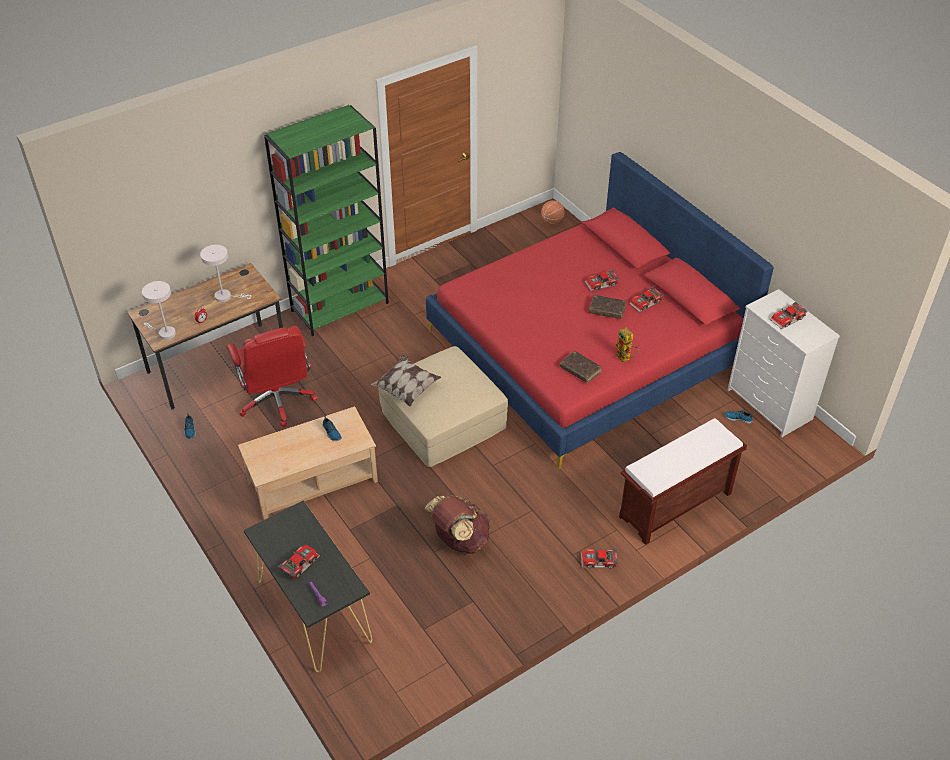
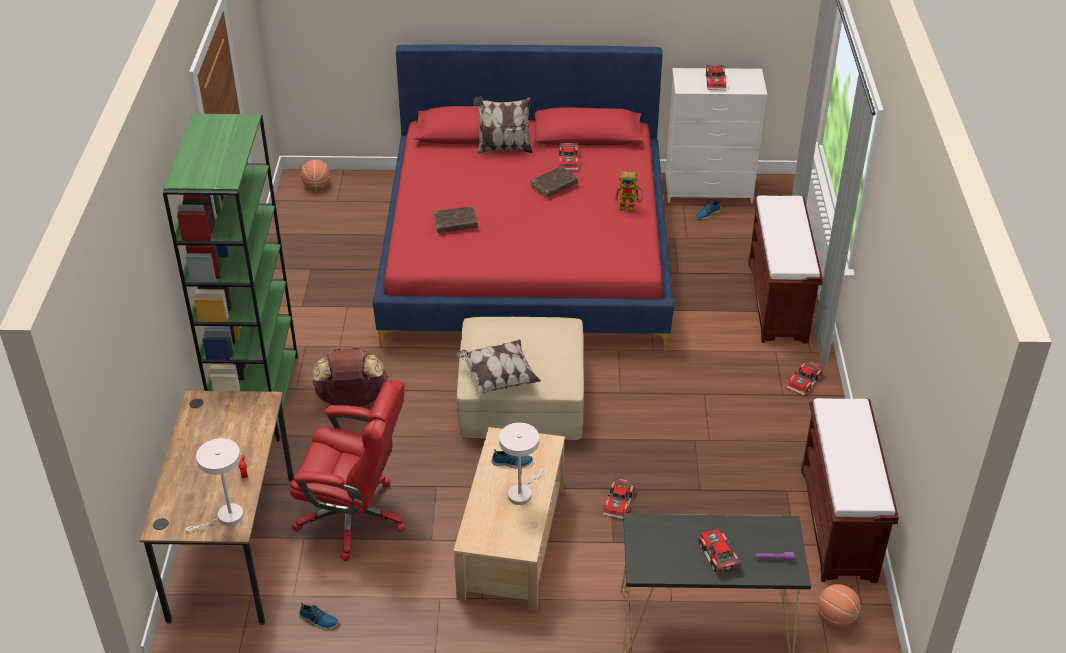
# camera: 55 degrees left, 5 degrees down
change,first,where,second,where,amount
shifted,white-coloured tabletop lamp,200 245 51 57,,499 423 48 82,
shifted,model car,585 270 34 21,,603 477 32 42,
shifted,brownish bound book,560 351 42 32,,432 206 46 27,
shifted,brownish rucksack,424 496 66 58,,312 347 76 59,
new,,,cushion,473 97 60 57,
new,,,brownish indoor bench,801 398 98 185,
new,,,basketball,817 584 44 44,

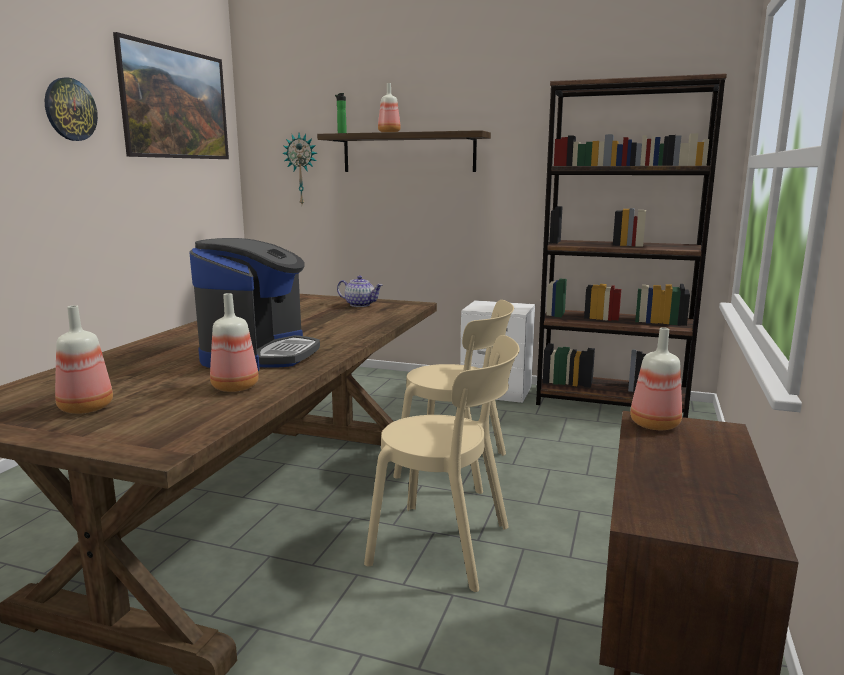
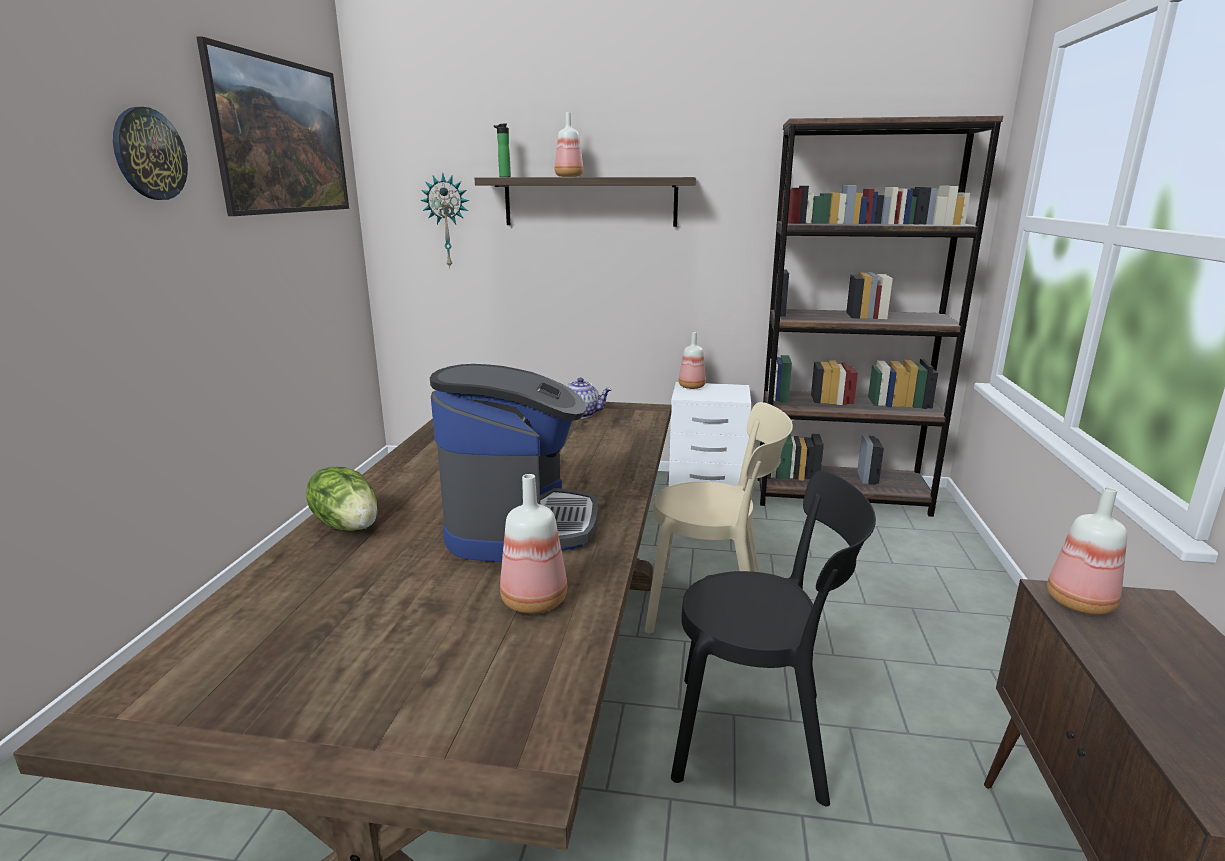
# camera: 10 degrees left, 5 degrees up
change,first,where,second,where,amount
shifted,bottle,55 305 58 109,,679 332 27 57,
repainted,beige-coloured chair,364 335 155 257,black chair,671 471 205 335,
new,,,head of lettuce,306 467 71 64,

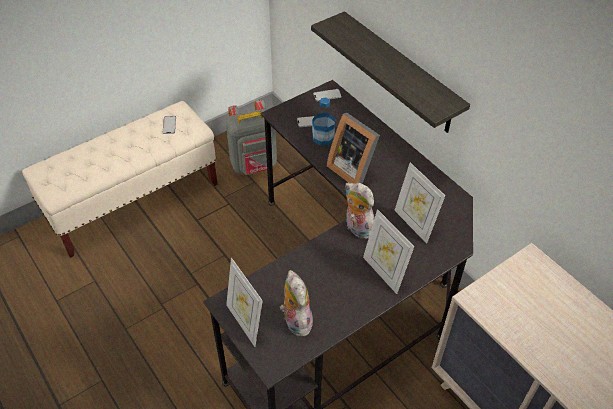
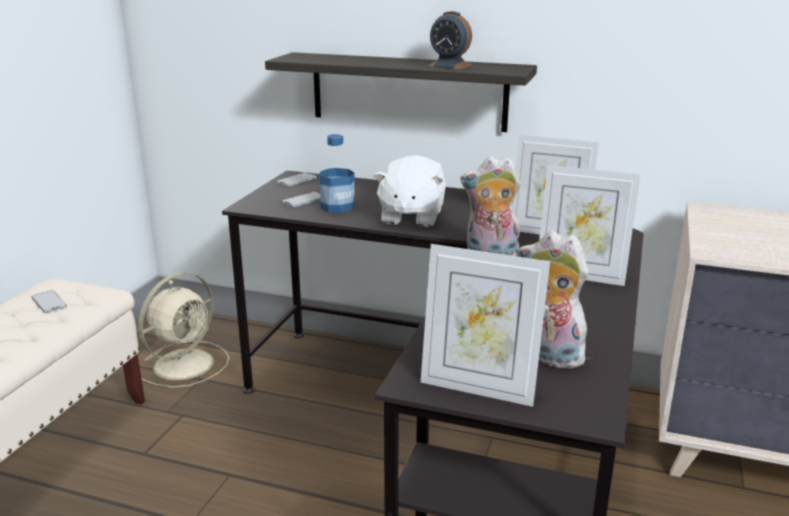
# camera: 35 degrees left, 25 degrees down
change,first,where,second,where,amount
swapped,grey rucksack,226 100 51 75,beige-coloured cooling fan,138 272 91 116,
swapped,standing frame,327 113 53 71,white-coloured plush toy,373 155 73 72,
new,,,alarm clock,427 11 46 59,

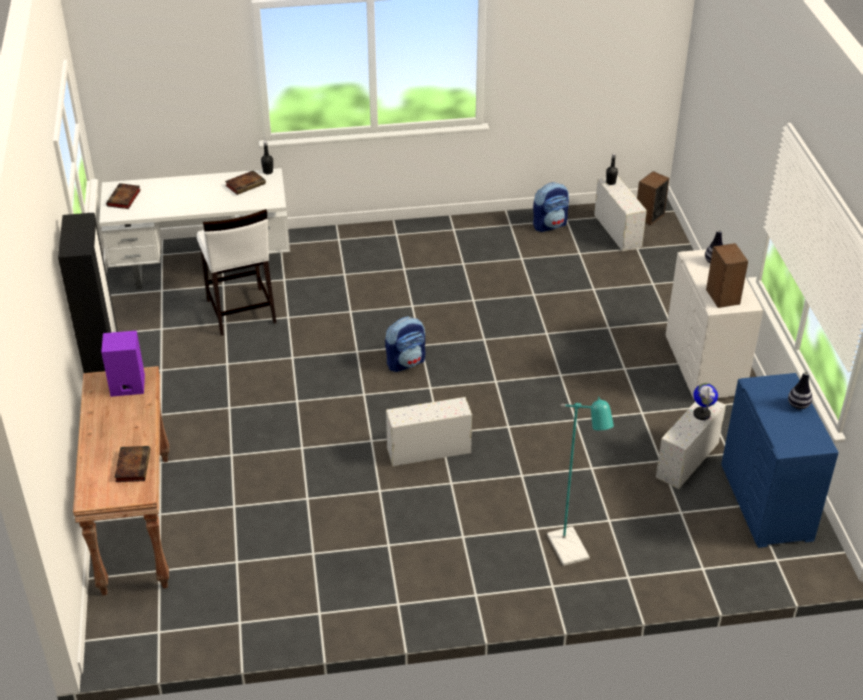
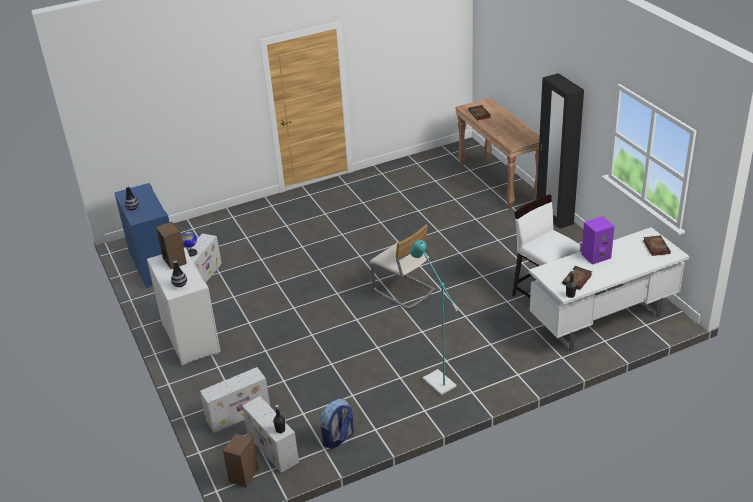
# camera: 165 degrees right, 5 degrees down
change,first,where,second,where,amount
swapped,rucksack,385 317 41 55,beige-coloured chair,370 224 65 86,
shifted,purple speaker,101 331 44 66,,581 216 34 49,
shifted,white-coloured storage container,386 397 86 69,,200 367 70 66,
shifted,turquoise-coloured standard lamp,547 397 67 169,,410 240 48 155,

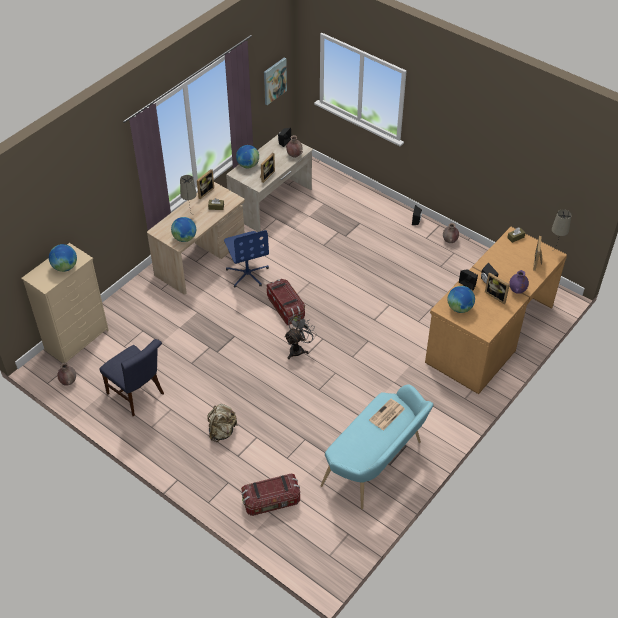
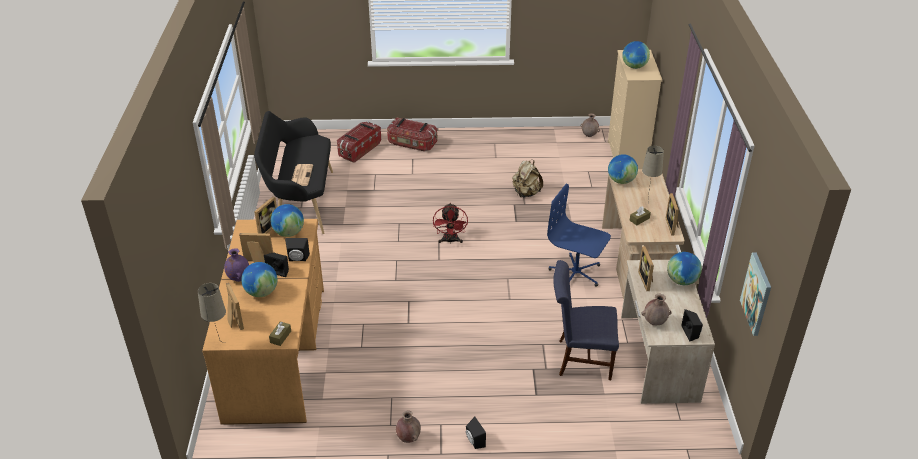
# camera: 140 degrees right, 10 degrees down
change,first,where,second,where,amount
shifted,storage container,267 279 38 46,,387 118 50 34,
repainted,grey cooling fan,284 314 33 45,red cooling fan,433 203 35 41,
shifted,blue chair,100 339 64 77,,553 260 66 120,
repainted,turquoise-coloured indoor bench,320 384 113 125,black indoor bench,254 111 79 123,
shifted,beige-coloured rucksack,207 404 30 38,,512 160 31 38,
new,,,standing frame,254 196 23 38,
new,,,desk globe,241 262 37 35,

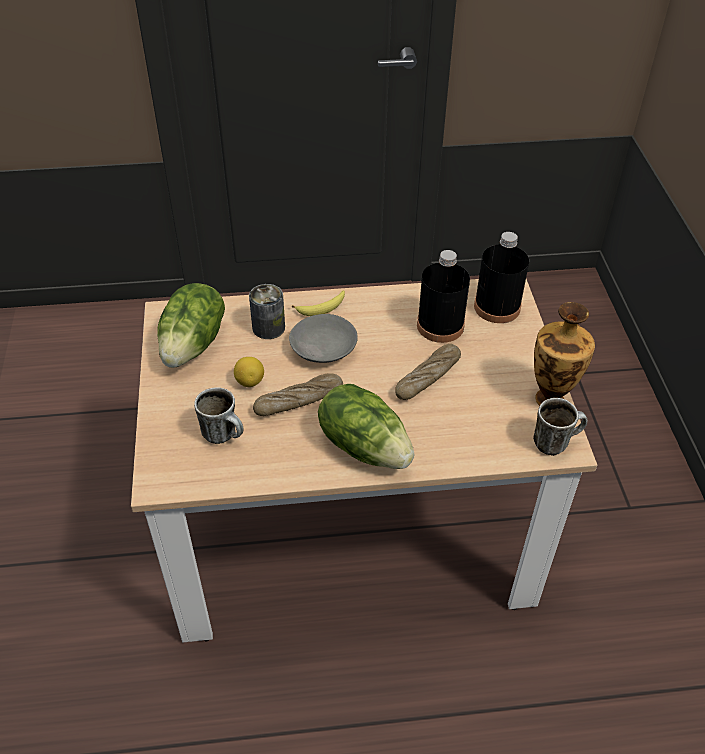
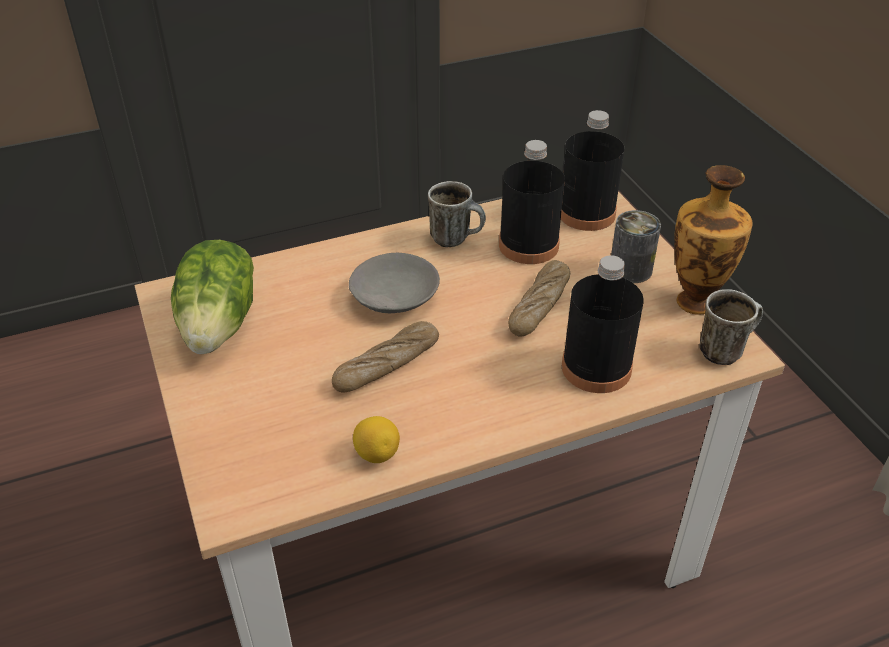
# camera: 15 degrees left, 5 degrees down
change,first,where,second,where,amount
shifted,sealed can,249 284 36 55,,611 210 50 73,
gone,whole banana,292 290 53 26,,,
shifted,lemon,234 357 30 30,,353 416 47 47,
gone,head of lettuce,318 384 96 85,,,
shifted,coffee mug,194 387 49 57,,428 181 58 66,
new,,,black bottle,562 255 82 138,

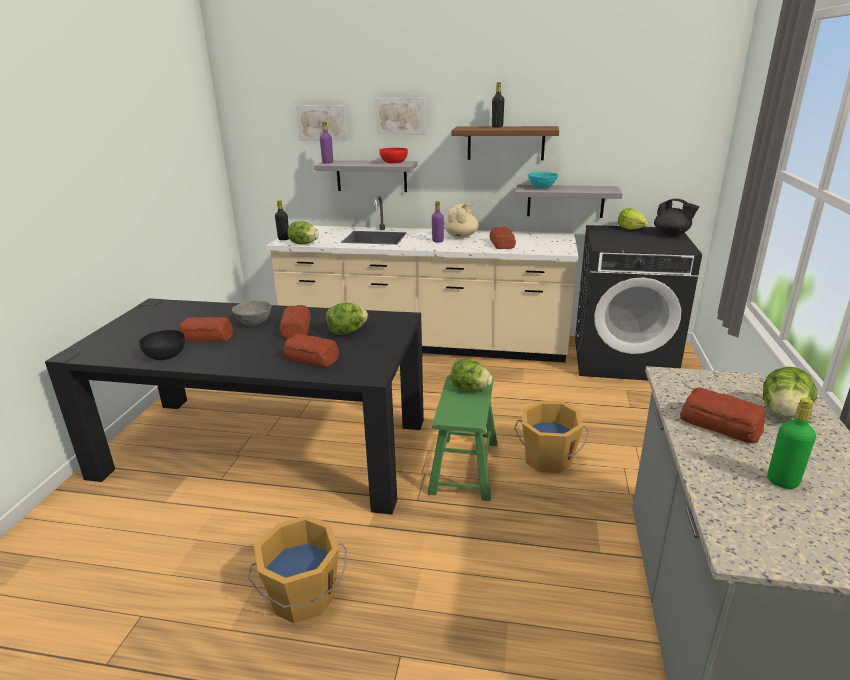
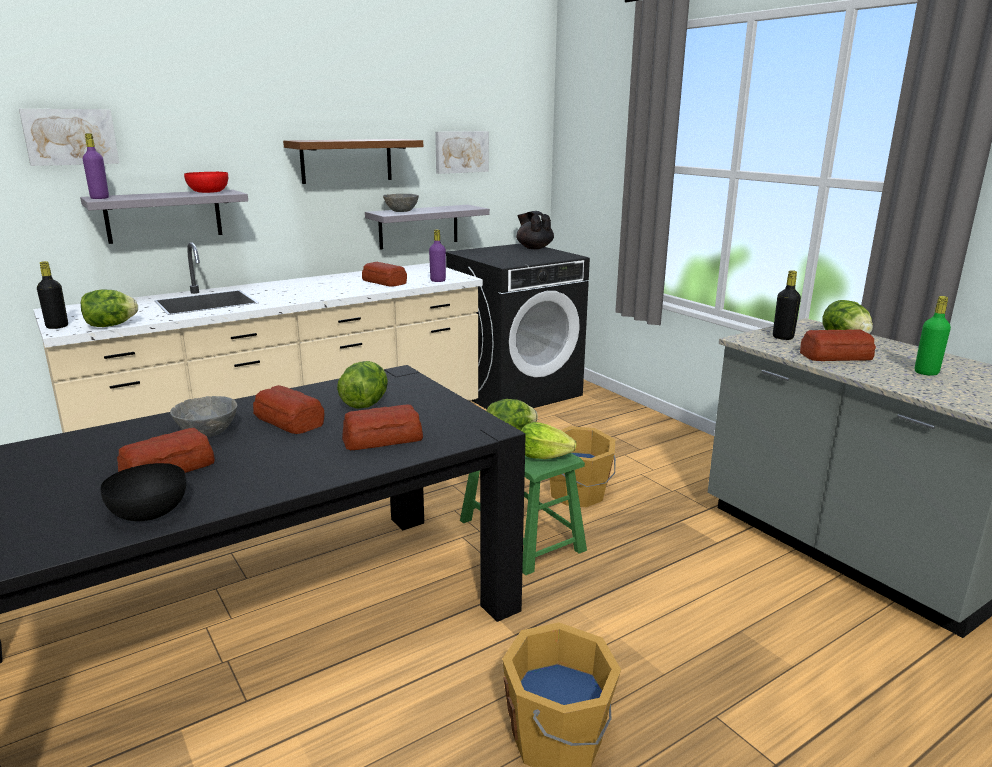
# camera: 45 degrees left, 5 degrees down
change,first,where,second,where,amount
shifted,black bottle,492 82 12 46,,773 270 28 70,
shifted,wall picture,375 98 52 36,,435 131 54 43,
repainted,turquoise-coloured bowl,528 172 30 17,grey bowl,383 194 36 18,
rotated,black pot for tea,654 199 45 37,,516 211 38 38,120 degrees counterclockwise
shifted,purple bottle,432 201 12 42,,429 229 17 53,
gone,beige-coloured pot for tea,445 204 34 34,,,
shifted,head of lettuce,618 208 30 22,,521 422 56 37,

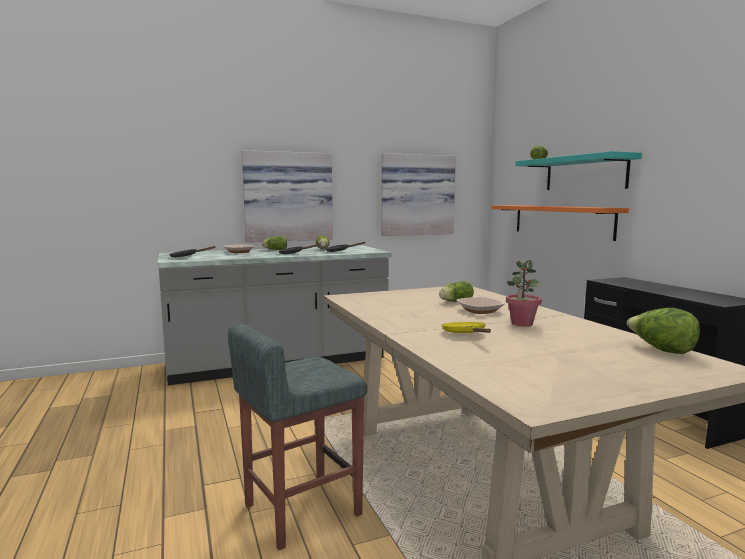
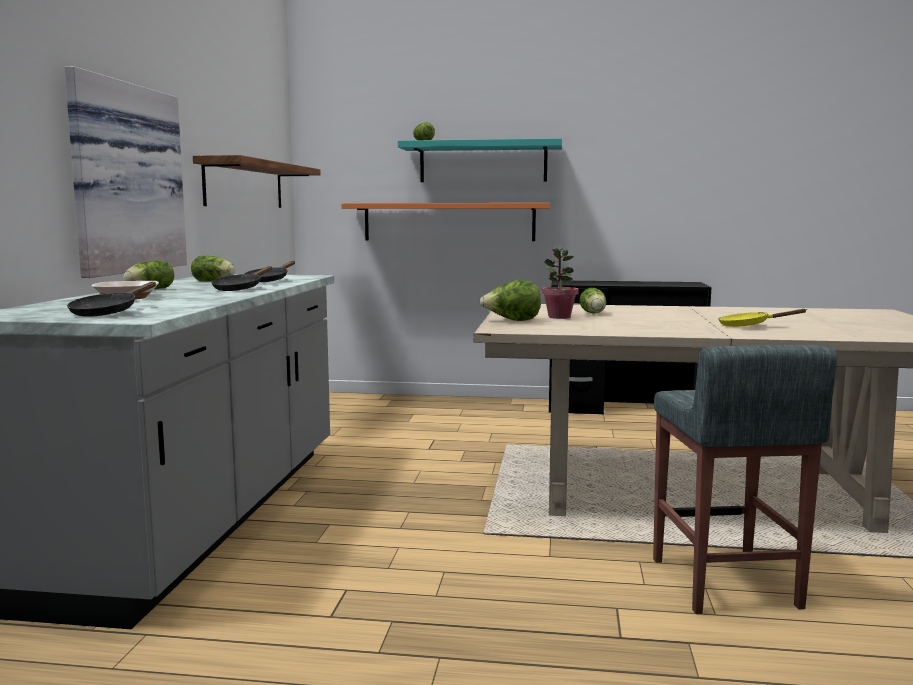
# camera: 60 degrees left, 0 degrees up
change,first,where,second,where,amount
swapped,wall picture,382 153 74 83,wall shelf,193 155 128 53,
shifted,potted plant,506 260 36 67,,542 248 36 71,
gone,bowl,456 297 49 17,,,
shifted,head of lettuce,627 308 73 46,,480 280 61 41,

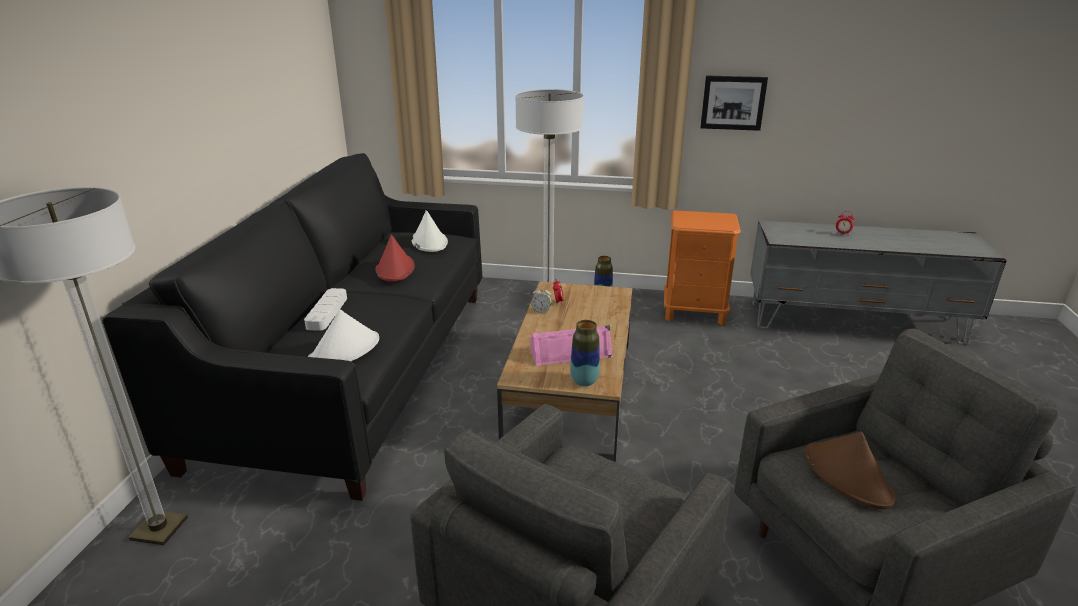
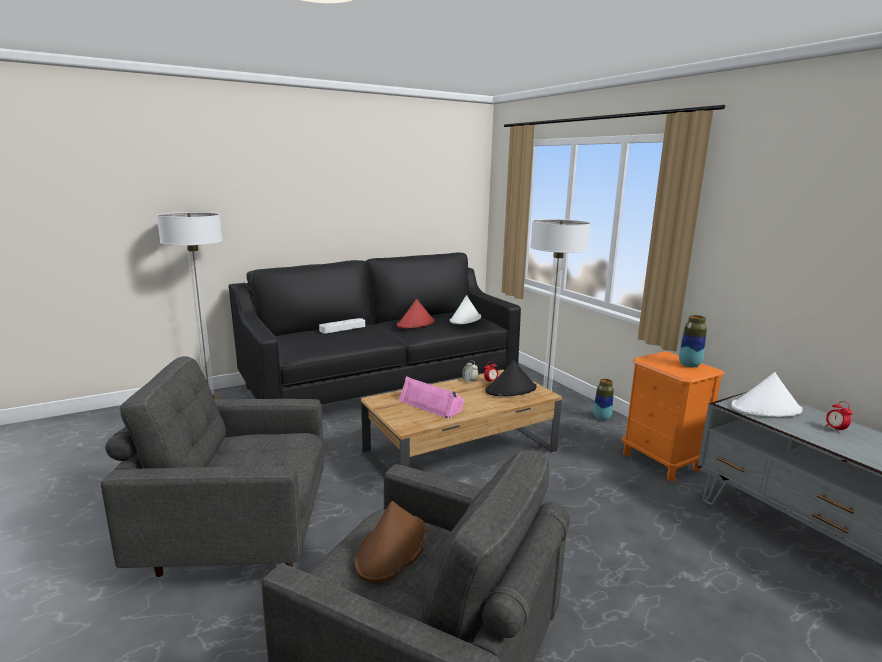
# camera: 50 degrees right, 10 degrees down
change,first,where,second,where,amount
gone,wall picture,700 75 68 56,,,
shifted,white-coloured clothing hat,308 309 71 52,,731 372 72 45,
shifted,decorative vase,570 320 30 66,,679 315 28 53,
new,,,black clothing hat,486 360 51 36,

